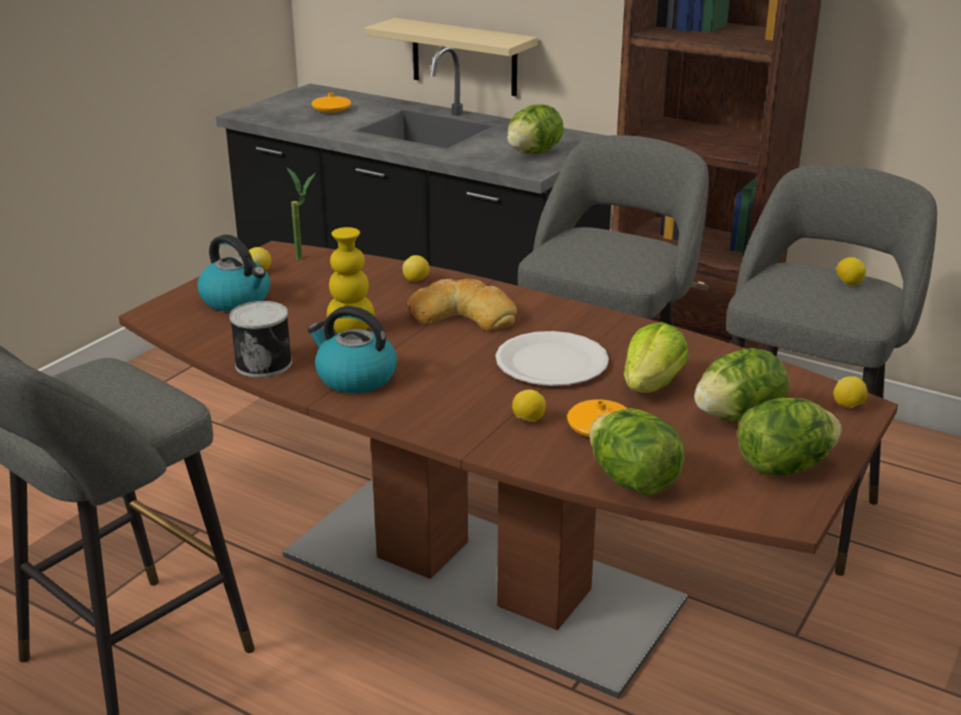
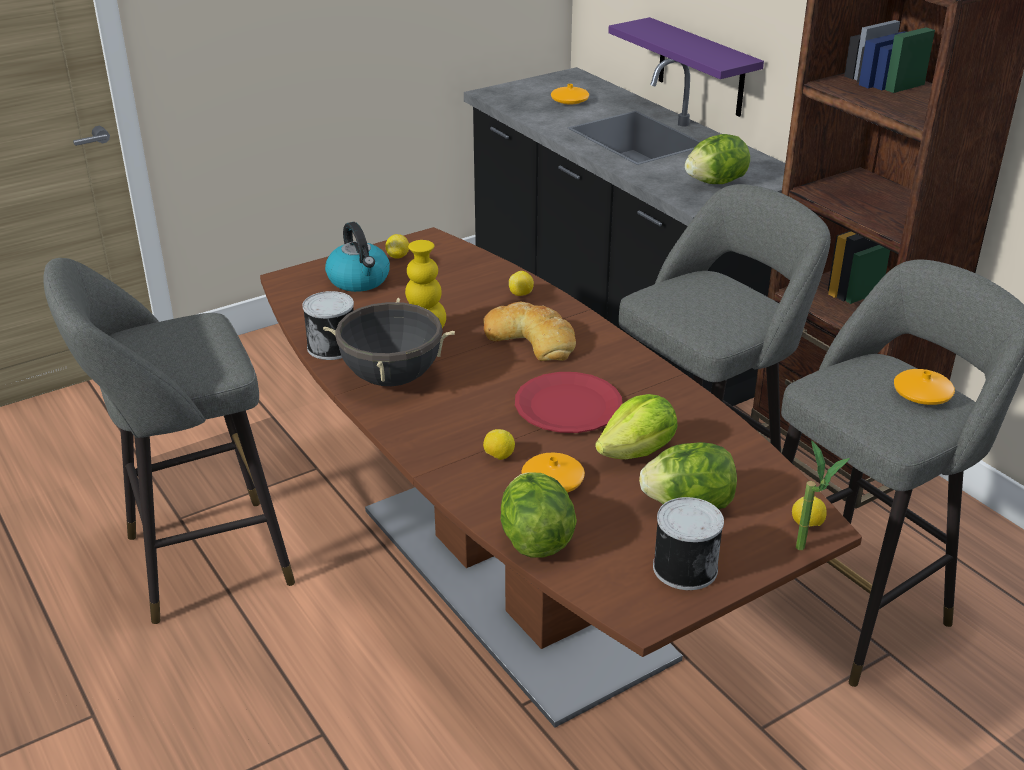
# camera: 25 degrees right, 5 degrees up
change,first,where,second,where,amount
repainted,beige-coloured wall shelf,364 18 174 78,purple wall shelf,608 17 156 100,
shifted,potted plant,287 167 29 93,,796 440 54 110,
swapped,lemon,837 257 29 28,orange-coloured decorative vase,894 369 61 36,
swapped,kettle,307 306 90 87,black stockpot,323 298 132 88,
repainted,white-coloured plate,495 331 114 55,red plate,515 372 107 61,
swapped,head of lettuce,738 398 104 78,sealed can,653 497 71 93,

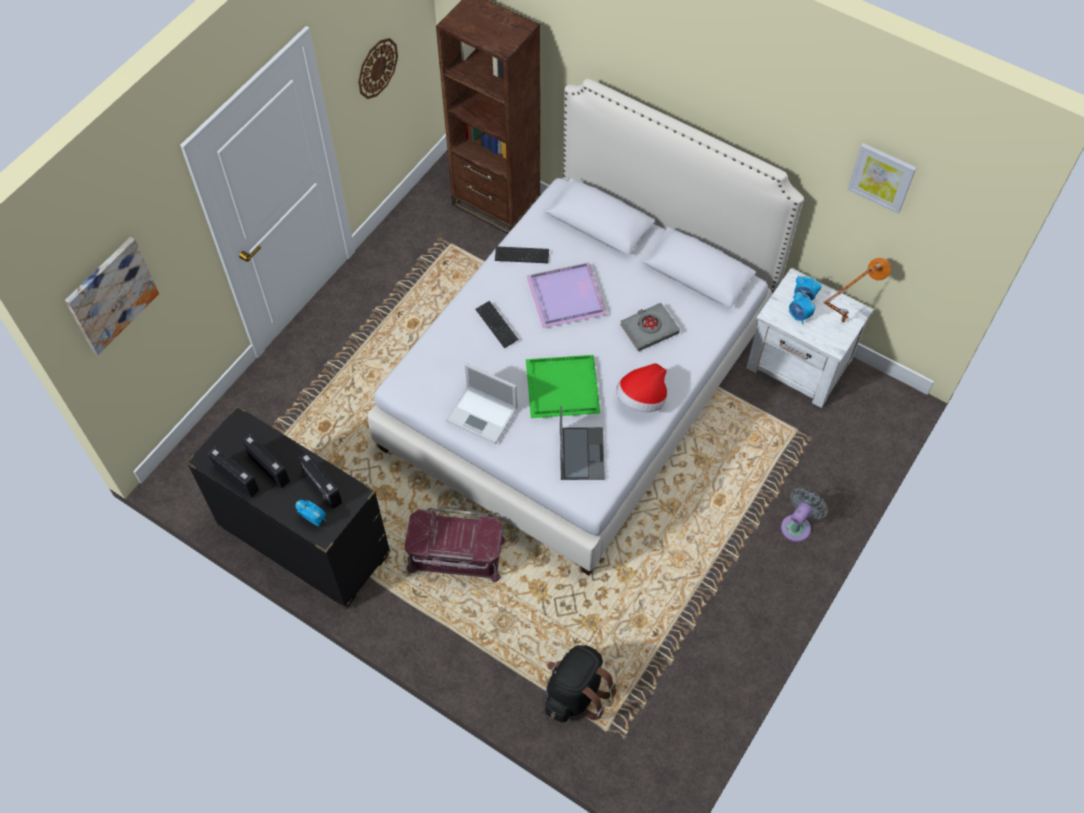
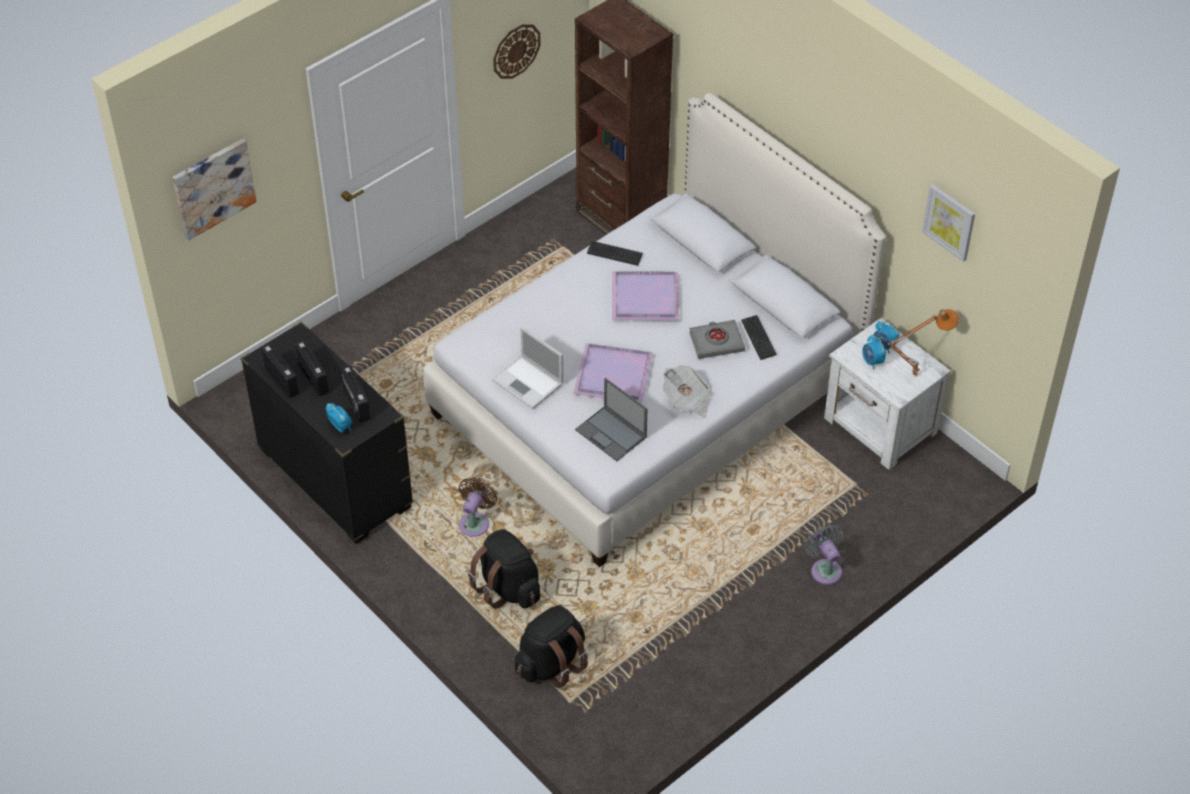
# camera: 15 degrees right, 10 degrees down
change,first,where,second,where,amount
shifted,PC keyboard,475 301 44 47,,741 315 36 45,
repainted,greenish serving tray,526 355 74 63,purple serving tray,573 343 80 61,
swapped,clothing hat,616 363 51 49,daily paper,662 365 50 52,
rotated,notebook computer,560 406 45 74,,575 378 73 83,120 degrees clockwise
rotated,grey cooling fan,781 487 47 55,,804 524 39 61,75 degrees counterclockwise
swapped,red storage container,404 508 102 74,brownish cooling fan,458 477 39 60,
new,,,black rucksack,468 529 72 80,

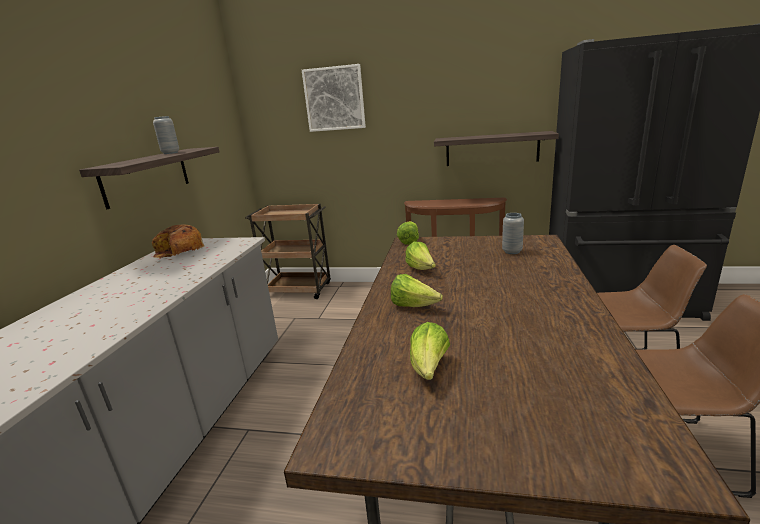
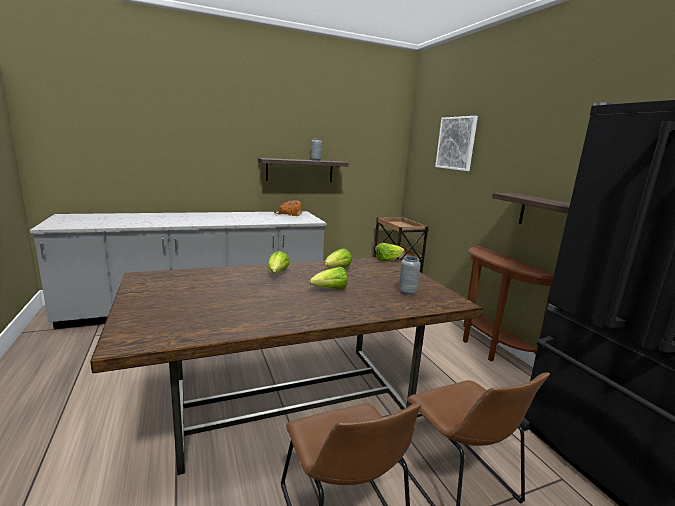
# camera: 55 degrees right, 5 degrees down
change,first,where,second,where,amount
shifted,head of lettuce,410 322 40 58,,309 267 39 23,

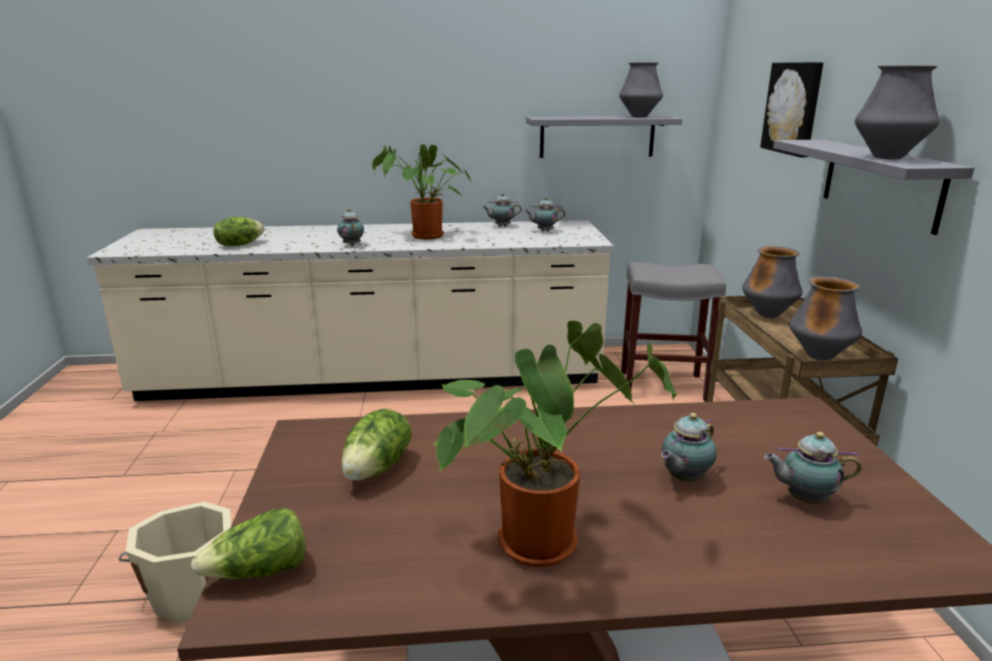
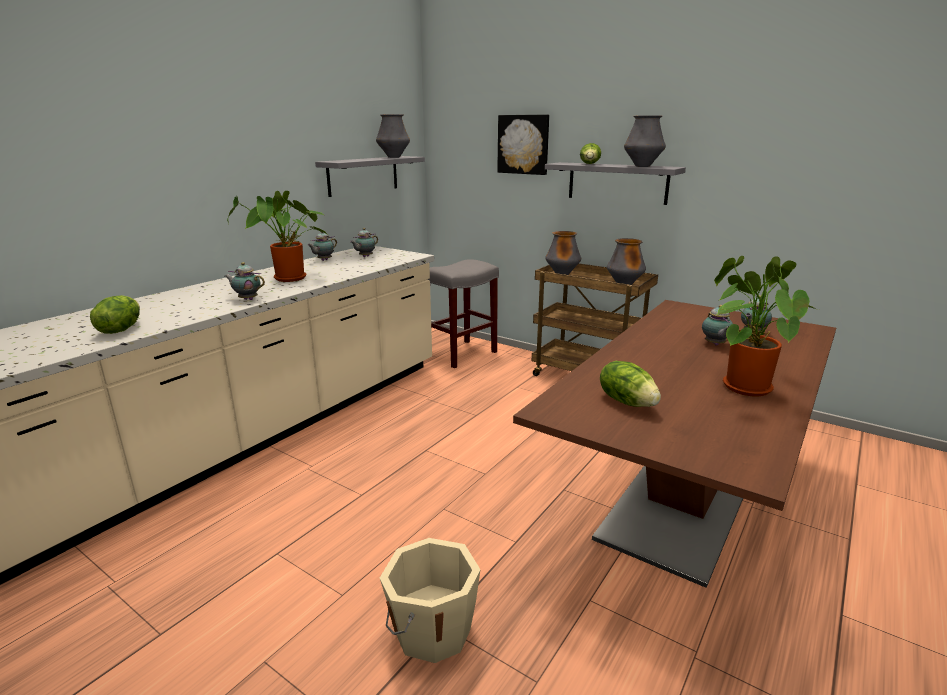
# camera: 50 degrees left, 0 degrees up
change,first,where,second,where,amount
shifted,head of lettuce,191 508 114 71,,580 143 21 21,

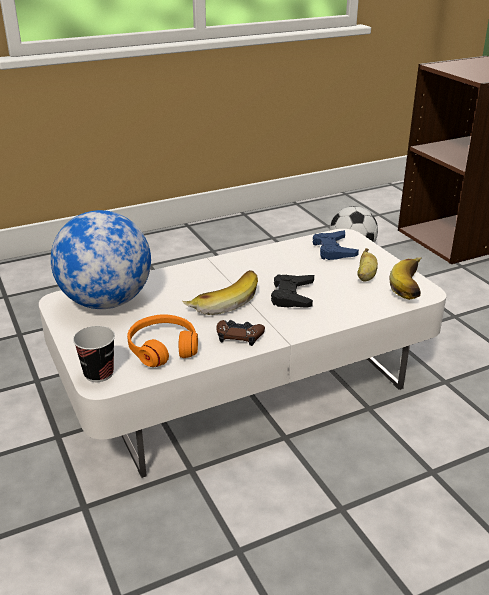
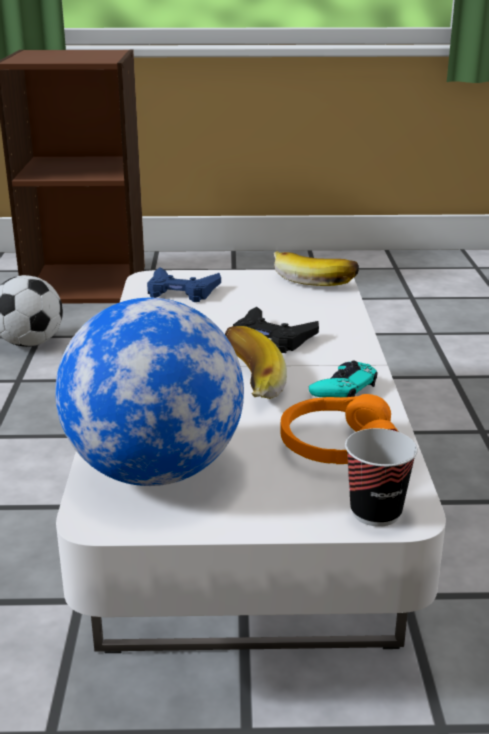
# camera: 65 degrees left, 5 degrees down
change,first,where,second,where,amount
gone,whole banana,357 248 21 33,,,
repainted,brownish game controller,217 320 48 26,turquoise-coloured game controller,309 361 69 36,

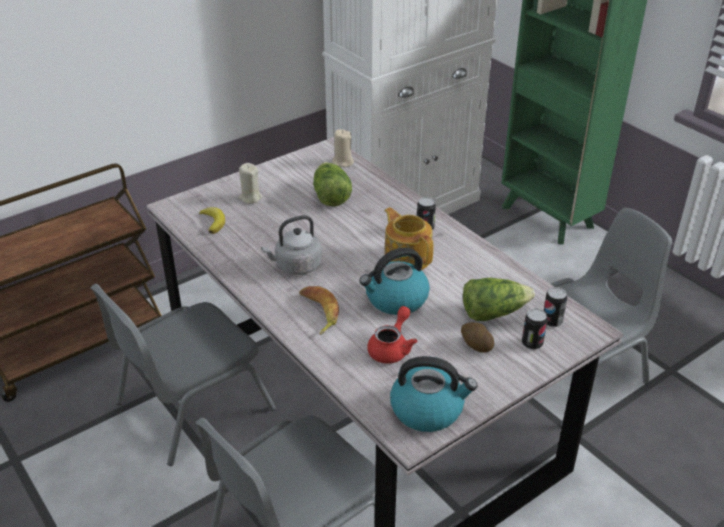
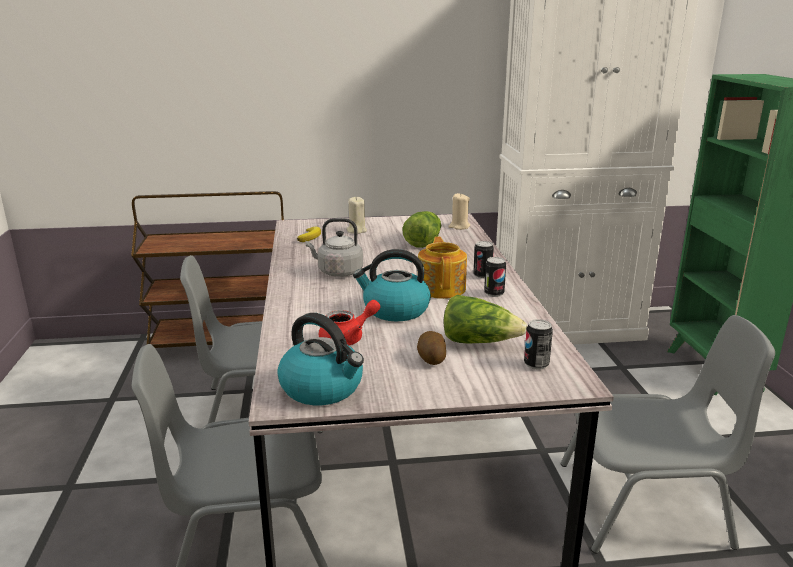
# camera: 30 degrees right, 15 degrees down
change,first,where,second,where,amount
gone,whole banana,299 286 40 49,,,
shifted,sealed can,522 309 25 41,,484 257 22 40,

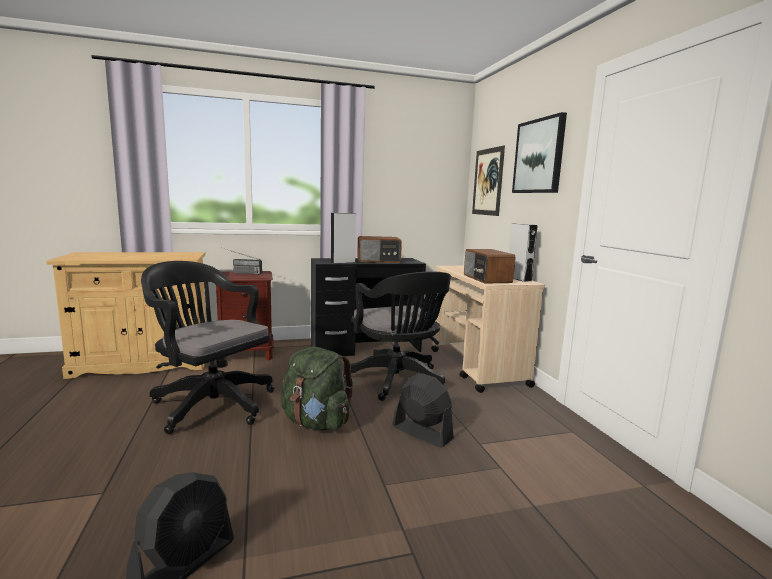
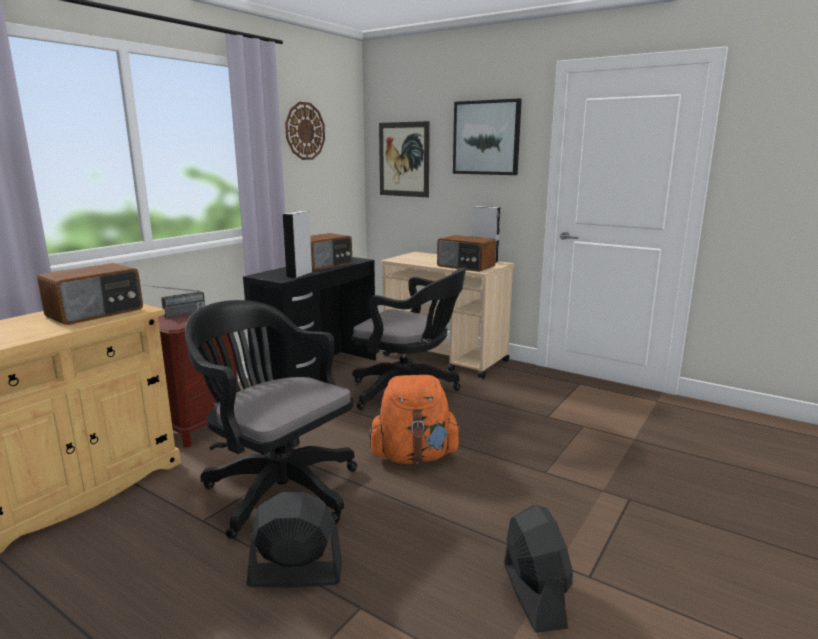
# camera: 40 degrees left, 5 degrees up
change,first,where,second,where,amount
rotated,black desk chair,141 261 133 173,,185 300 172 239,45 degrees clockwise
repainted,greenish rucksack,281 347 73 84,orange-coloured rucksack,369 375 92 89,
shifted,black cooling fan,392 373 62 74,,246 492 96 95,
new,,,hanging clock,285 102 40 58,
new,,,radio receiver,37 263 106 62,

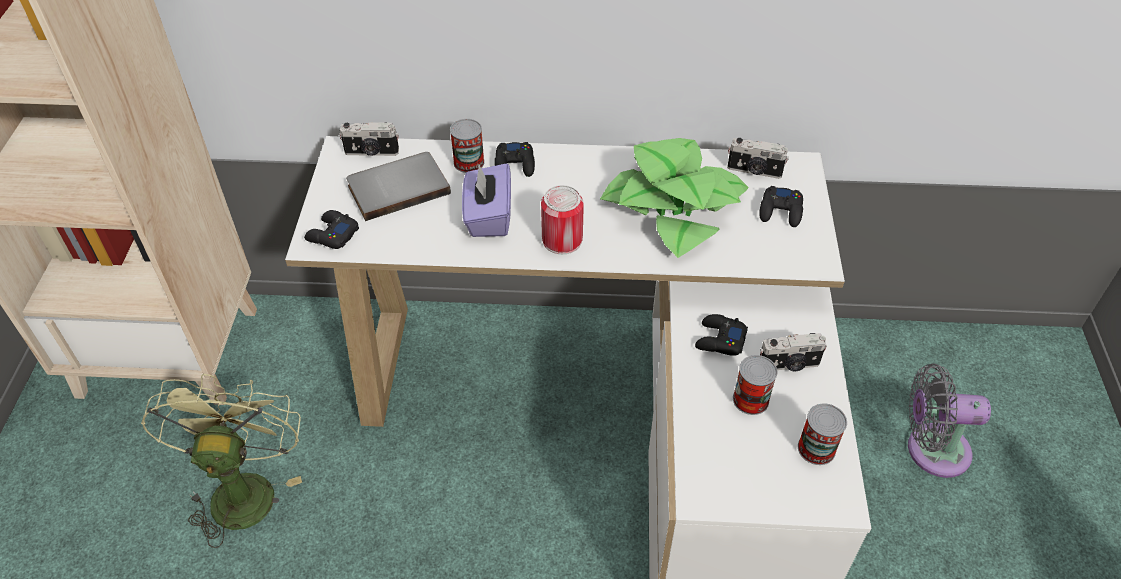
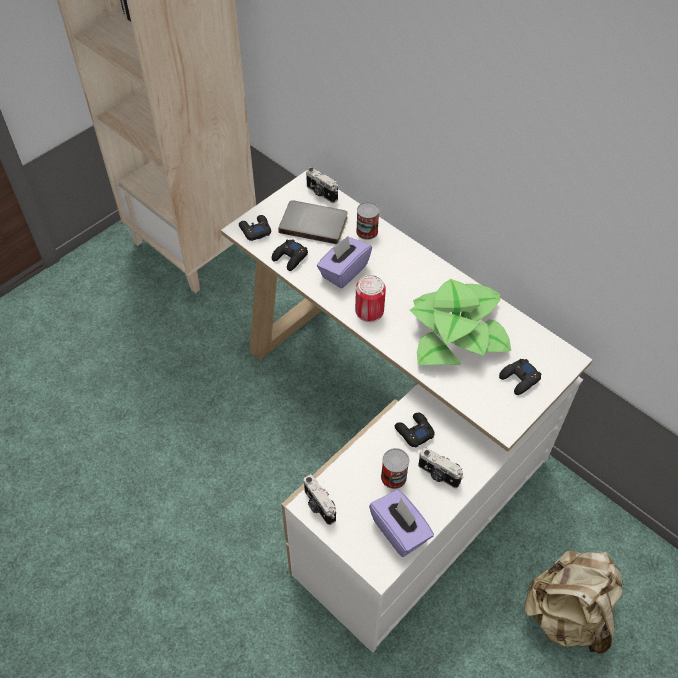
# camera: 40 degrees right, 5 degrees up
change,first,where,second,where,amount
shifted,still camera,727 138 62 41,,304 474 32 51,
shifted,black game controller,495 142 40 35,,272 239 36 32,
swapped,grey cooling fan,908 363 83 115,beige-coloured rucksack,525 550 98 104,
gone,greenish cooling fan,141 374 161 174,,,
swapped,sealed can,798 403 49 62,purple tissue box,369 490 65 67,

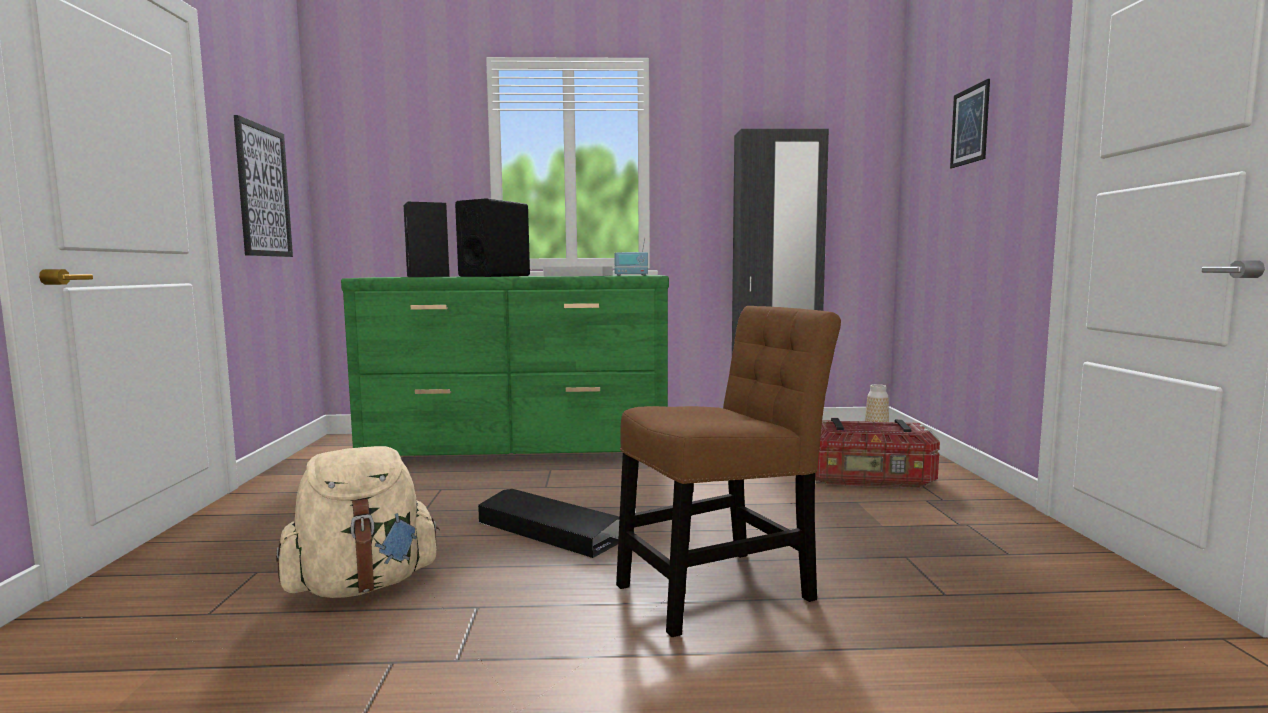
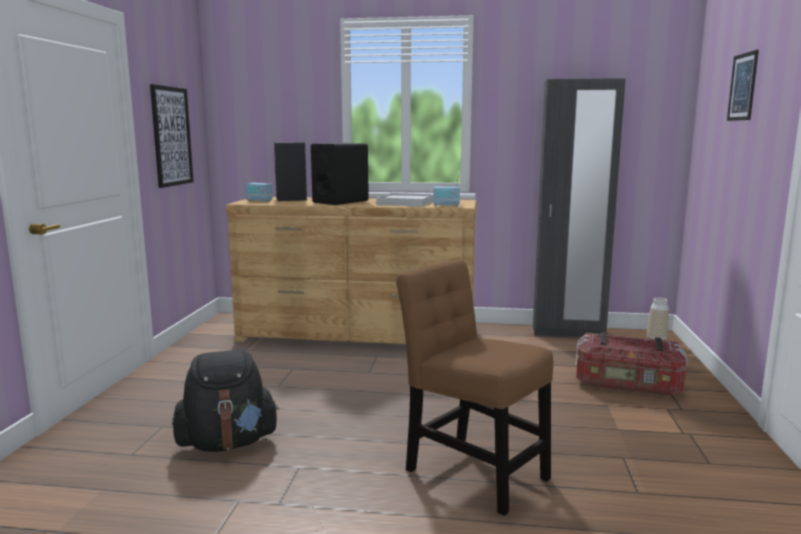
# camera: 10 degrees right, 5 degrees up
change,first,where,second,where,amount
repainted,greenish chest of drawers,341 275 328 181,brownish chest of drawers,226 197 251 147,
rotated,brownish chair,616 306 225 331,,396 260 157 256,120 degrees counterclockwise
repainted,beige-coloured rucksack,276 446 164 152,black rucksack,172 350 107 102,
gone,black storage container,478 489 142 69,,,
new,,,radio receiver,245 172 27 30,

